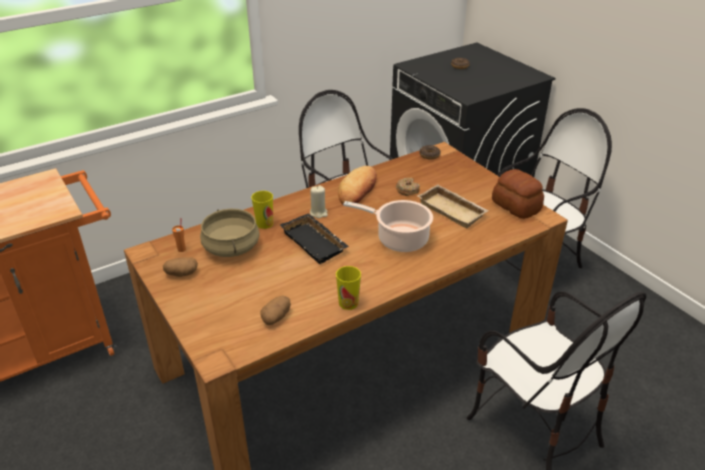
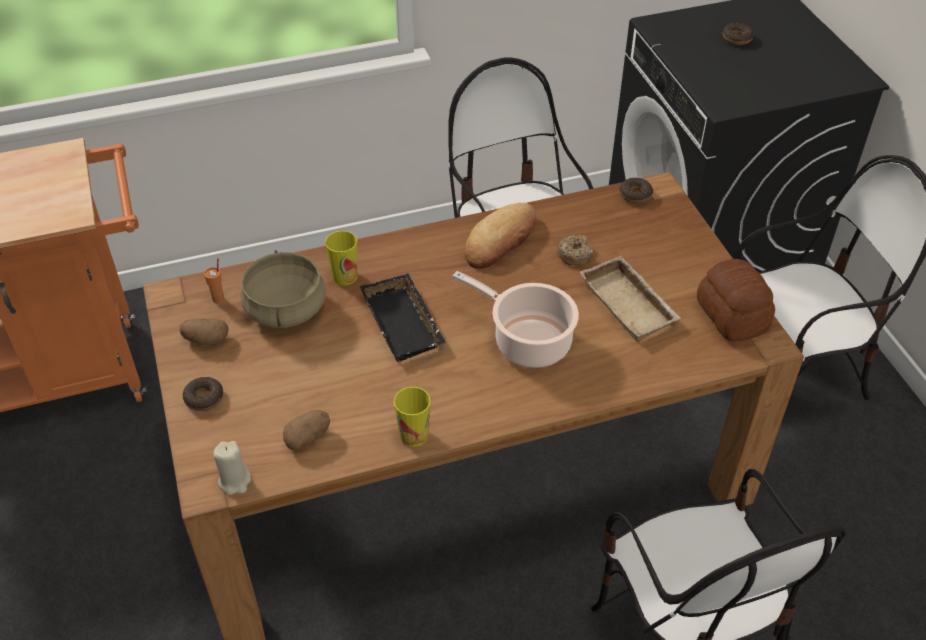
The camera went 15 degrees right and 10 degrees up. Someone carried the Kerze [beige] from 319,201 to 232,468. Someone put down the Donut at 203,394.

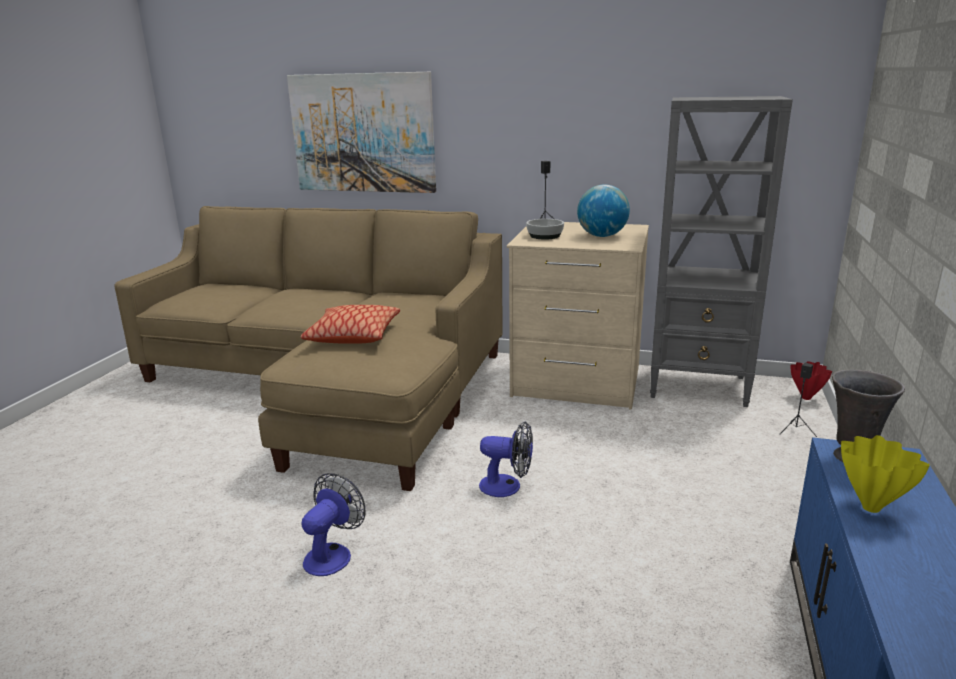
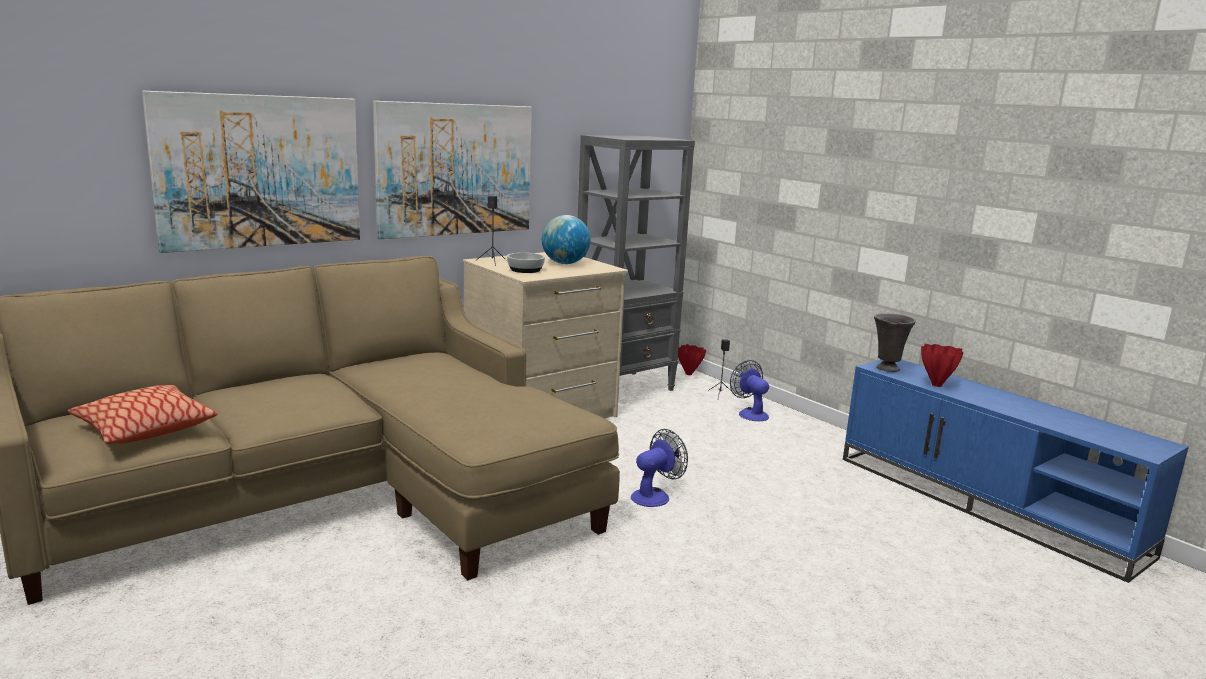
The camera went 55 degrees left and 5 degrees down. Someone carried the Kissen from 350,324 to 142,414. Someone carried the Ventilator from 333,524 to 749,390. Someone repainted the Vase [gelb] at 885,474, which became the Vase [rot] at 942,365. Someone put up the Bild at 452,170.

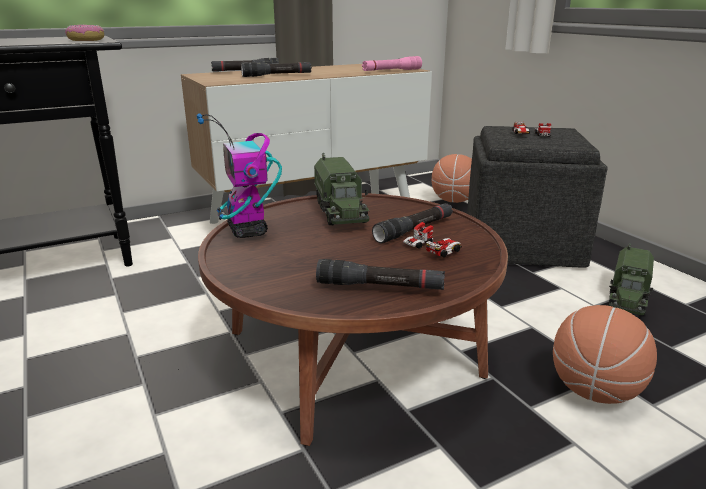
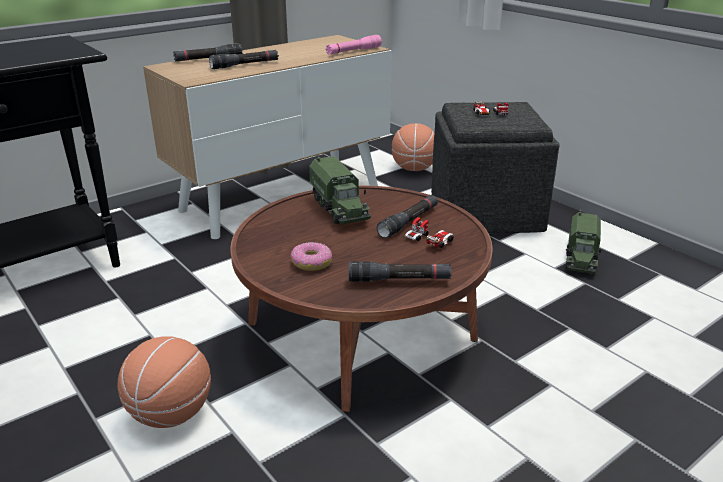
The camera went 10 degrees left and 5 degrees up. Someone carried the Donut from 84,32 to 311,256. Someone took away the Spielzeugroboter at 239,175. Someone carried the Basketball from 605,354 to 164,382.

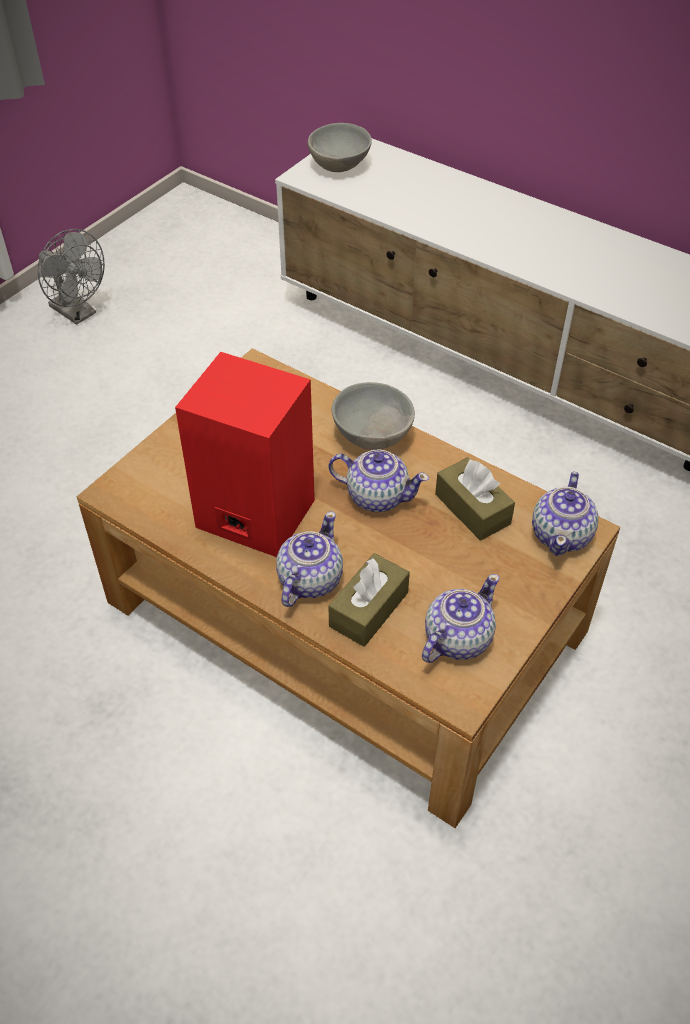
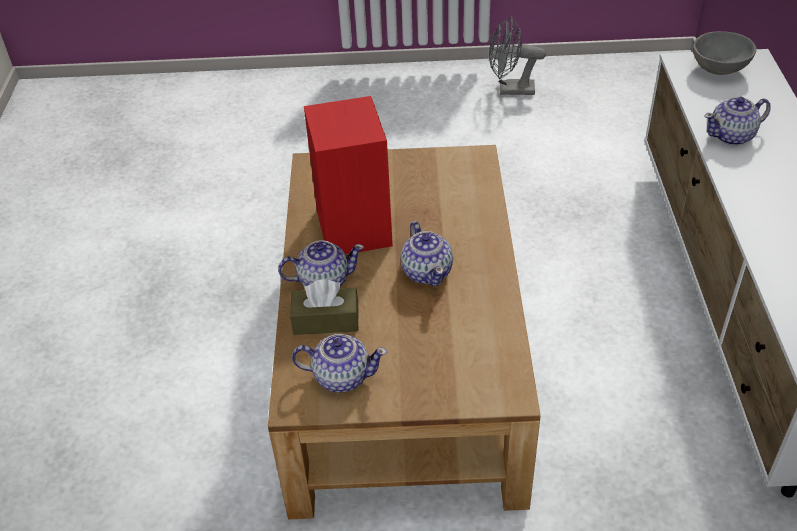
The camera went 55 degrees right and 5 degrees down. Someone rotated the Ventilator [grau] at 71,277 by 90 degrees clockwise. Someone took away the Schüssel [grau] at 373,416. Someone took away the Taschentuchbox [braun] at 475,499. Someone carried the Teekanne from 565,514 to 737,121.

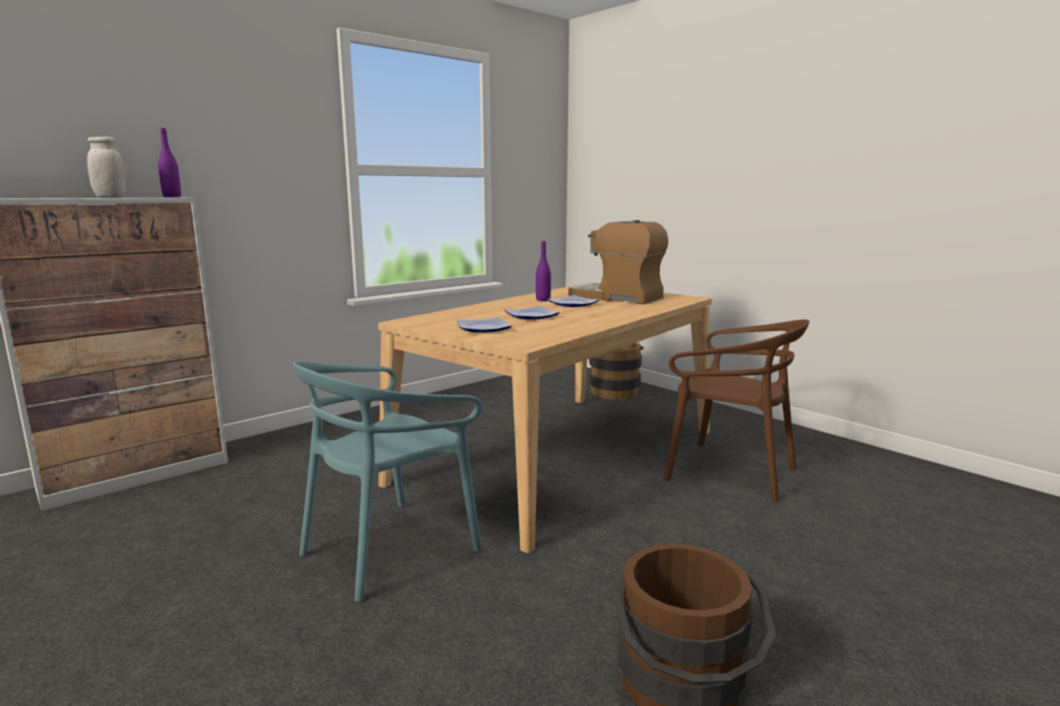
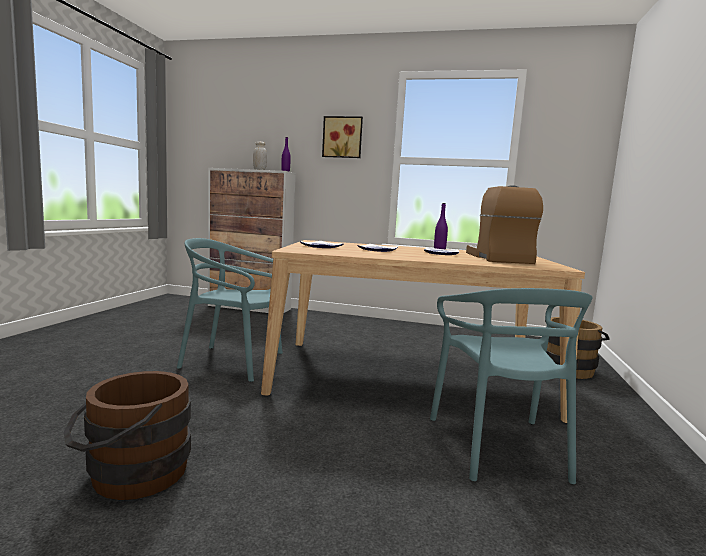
The camera went 55 degrees right and 5 degrees down. Someone repainted the Stuhl [braun] at 736,411, which became the Stuhl [türkis] at 511,386. Someone put up the Bild at 342,137.

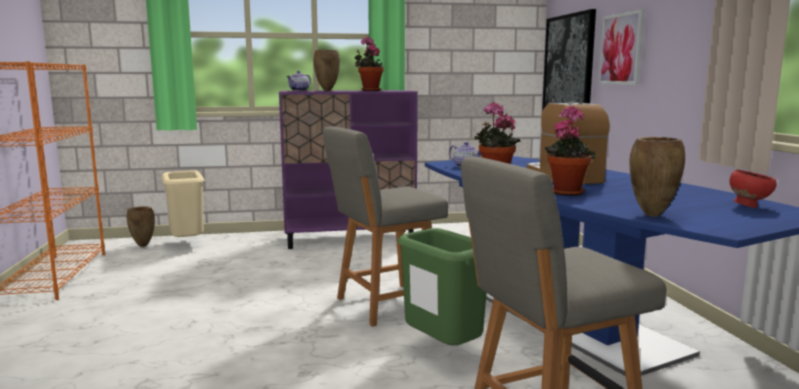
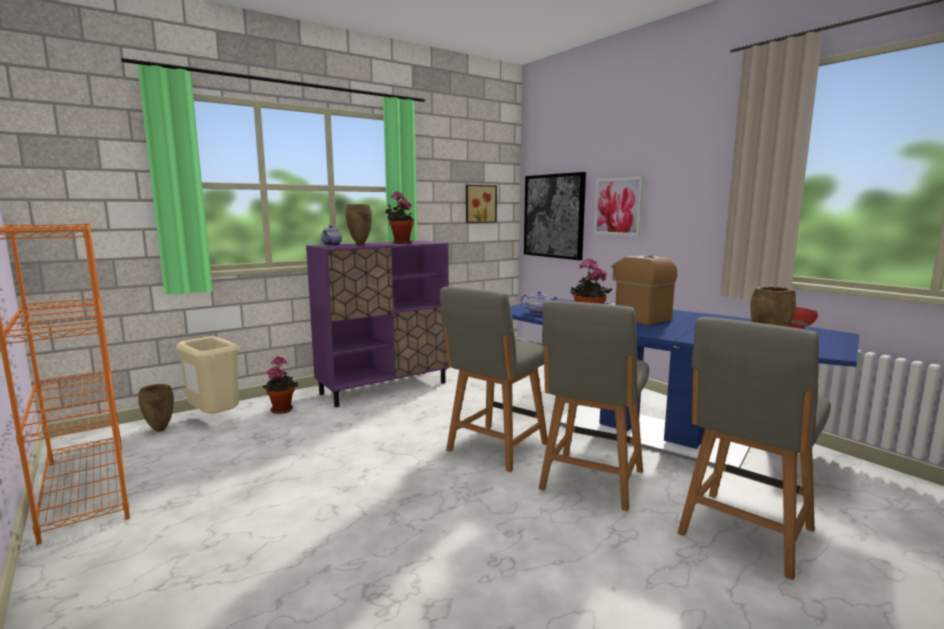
The camera went 25 degrees left and 0 degrees up. Someone swapped the Mülleimer [grün] at 442,286 for the Stuhl [grau] at 594,405. Someone carried the Topfpflanze from 570,151 to 280,385. Someone put up the Bild at 481,204.

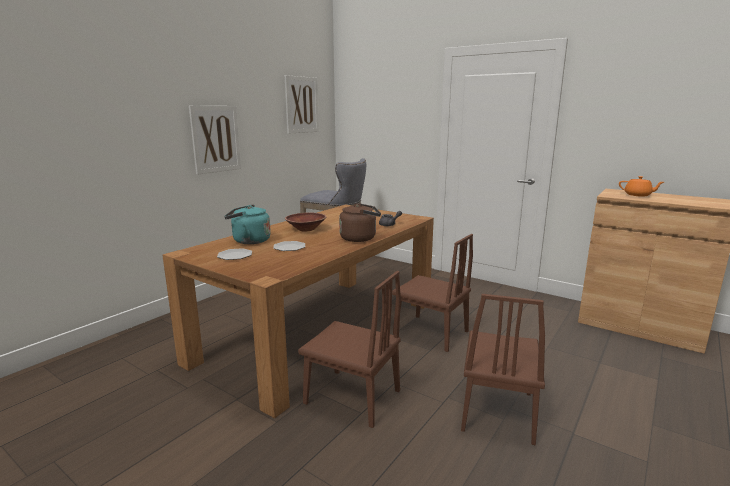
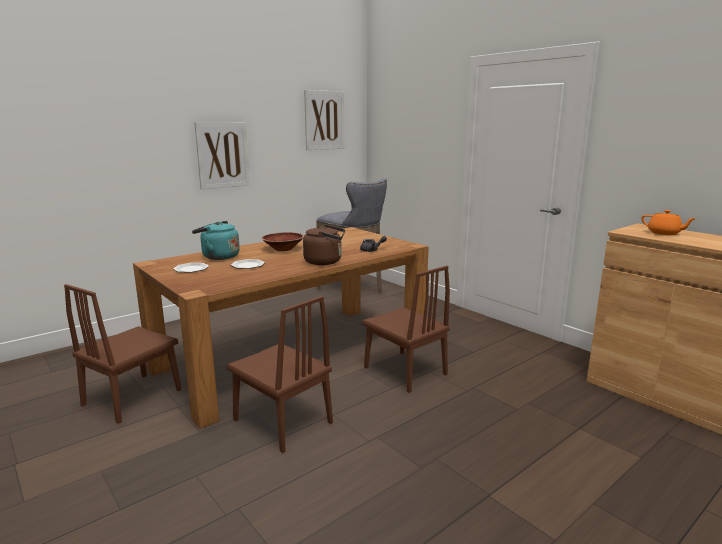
The camera went 15 degrees right and 0 degrees up. Someone carried the Stuhl [braun] from 503,369 to 123,354.

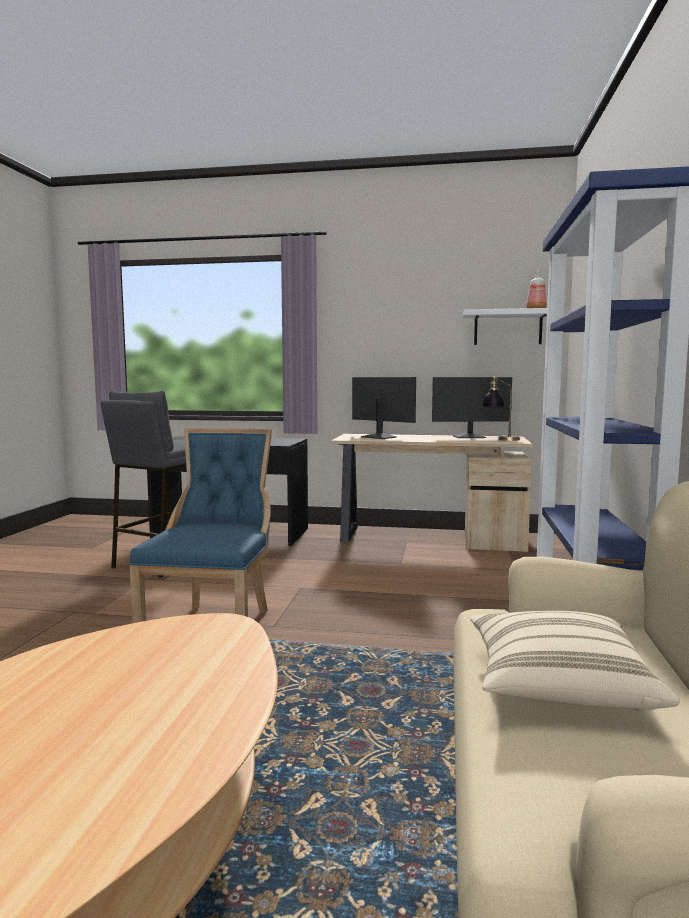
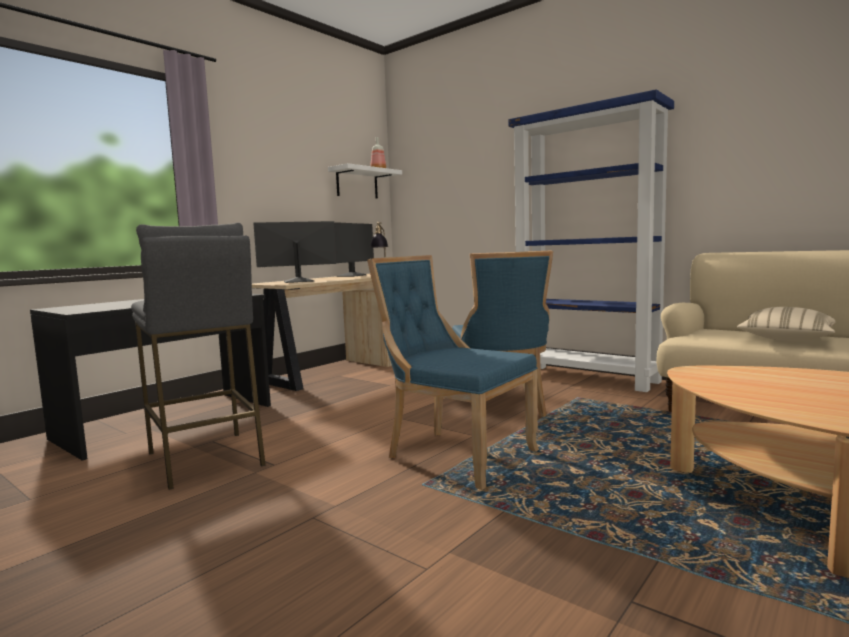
The camera went 60 degrees left and 0 degrees up. Someone put down the Stuhl [blau] at 502,334.

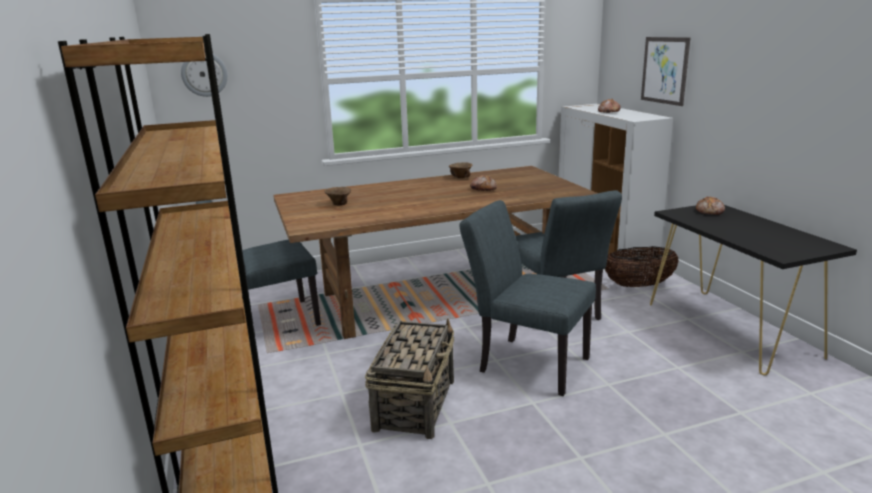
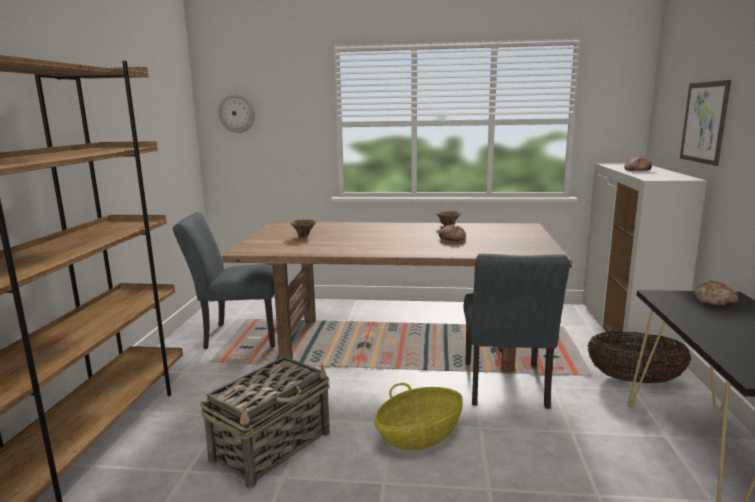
The camera went 25 degrees right and 5 degrees down. Someone swapped the Stuhl [grau] at 527,298 for the Korb at 419,417.

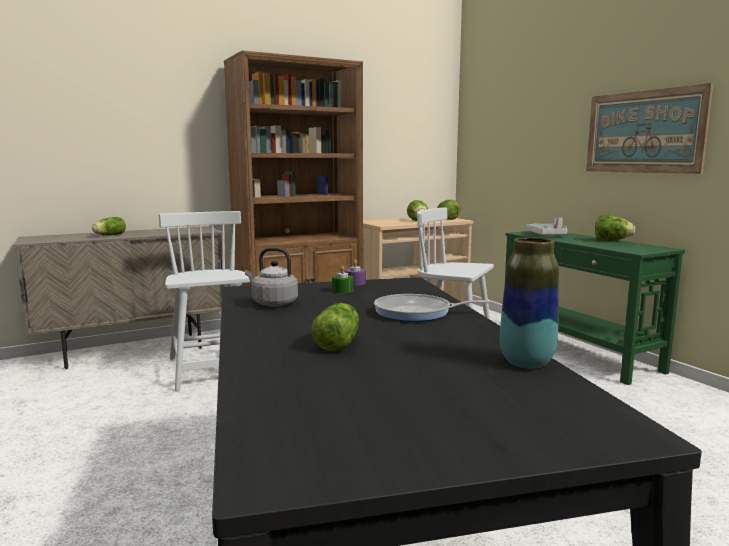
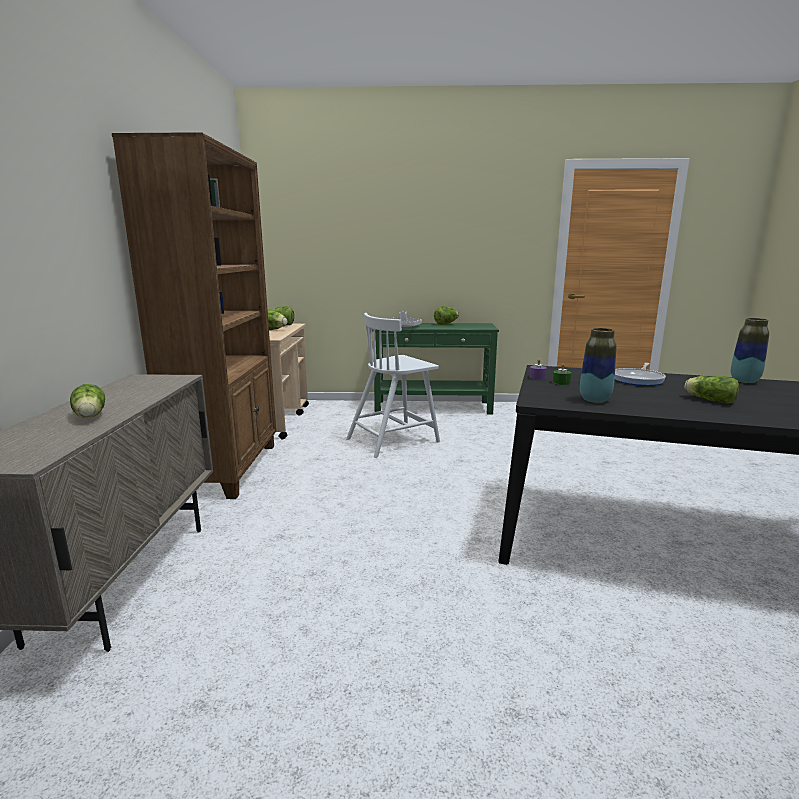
The camera went 60 degrees left and 5 degrees up. Someone took away the Stuhl [weiß] at 204,301. Someone swapped the Wasserkessel [grau] at 271,277 for the Vase at 598,365. Someone took away the Bild at 649,128.

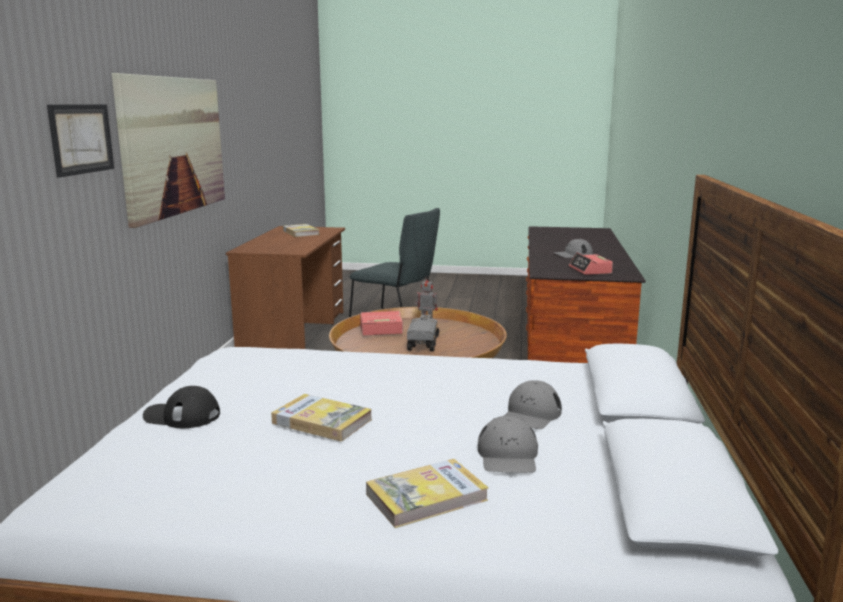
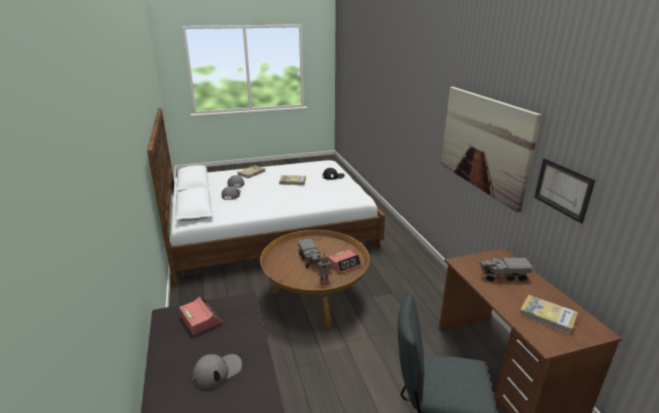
The camera went 155 degrees right and 10 degrees up. Someone carried the Bild from 80,141 to 564,191. Someone put down the Spielzeuglaster at 505,270.

